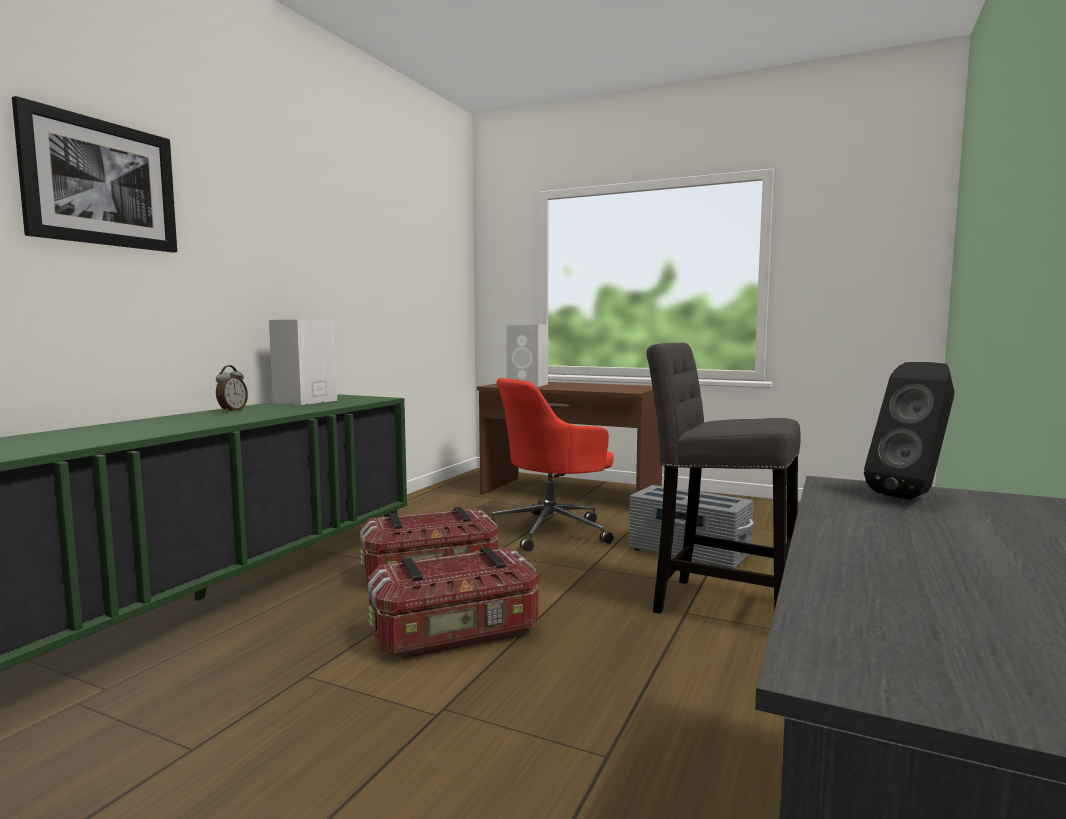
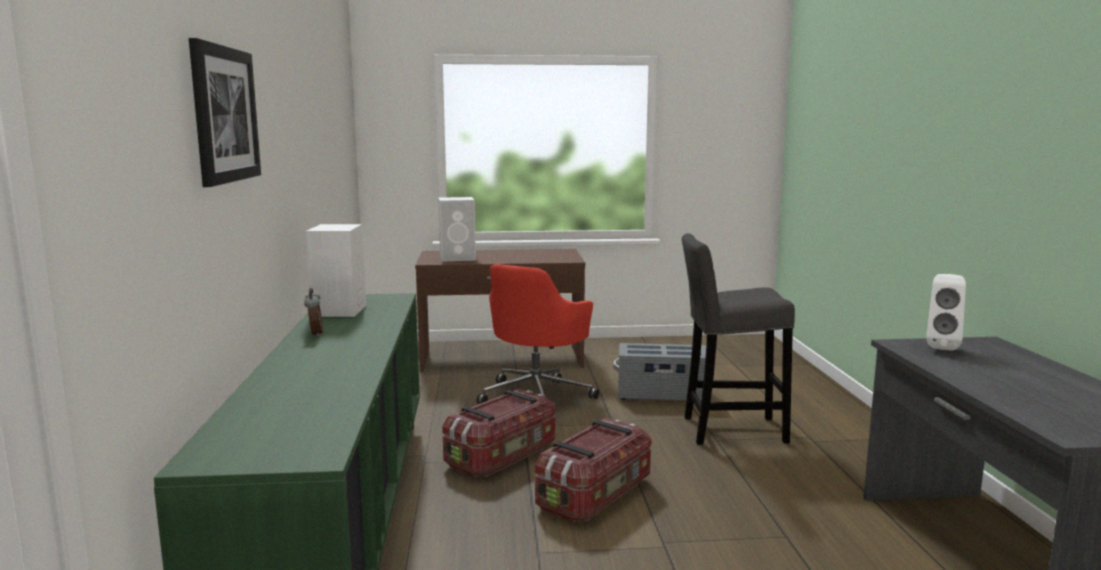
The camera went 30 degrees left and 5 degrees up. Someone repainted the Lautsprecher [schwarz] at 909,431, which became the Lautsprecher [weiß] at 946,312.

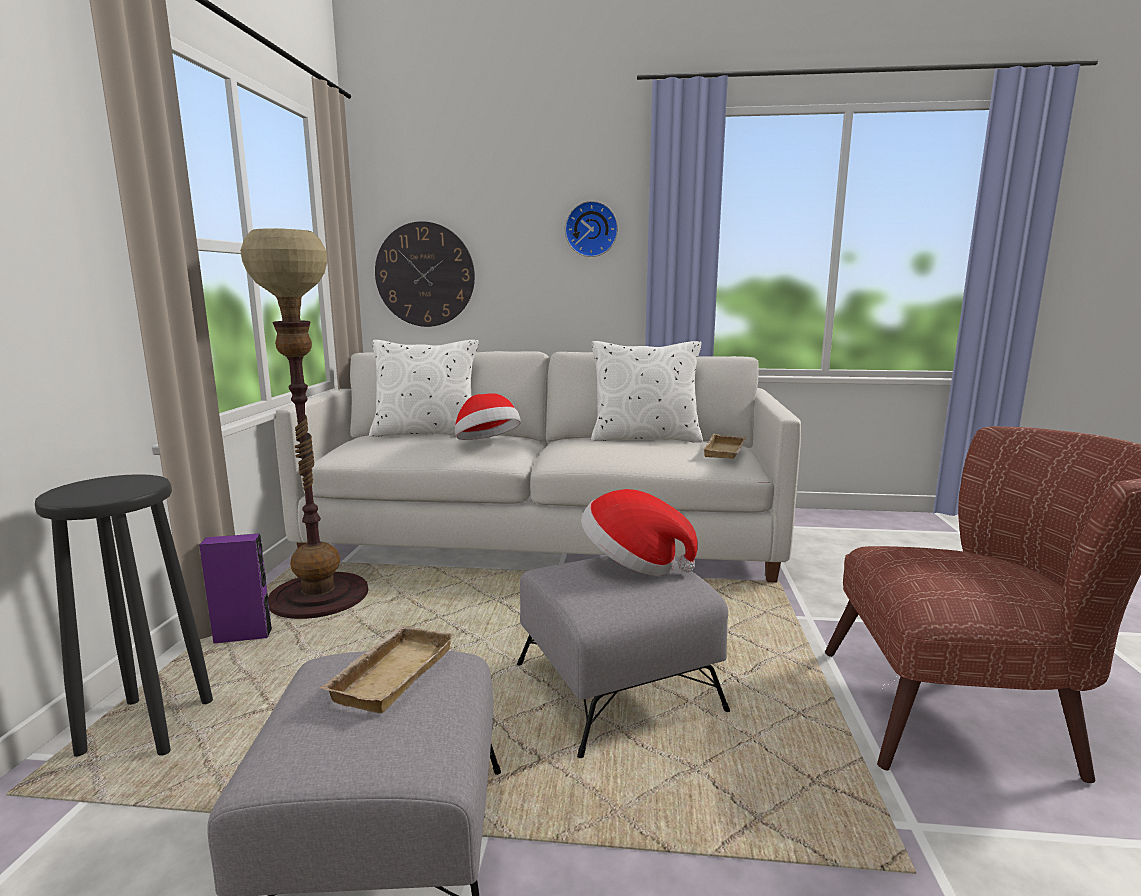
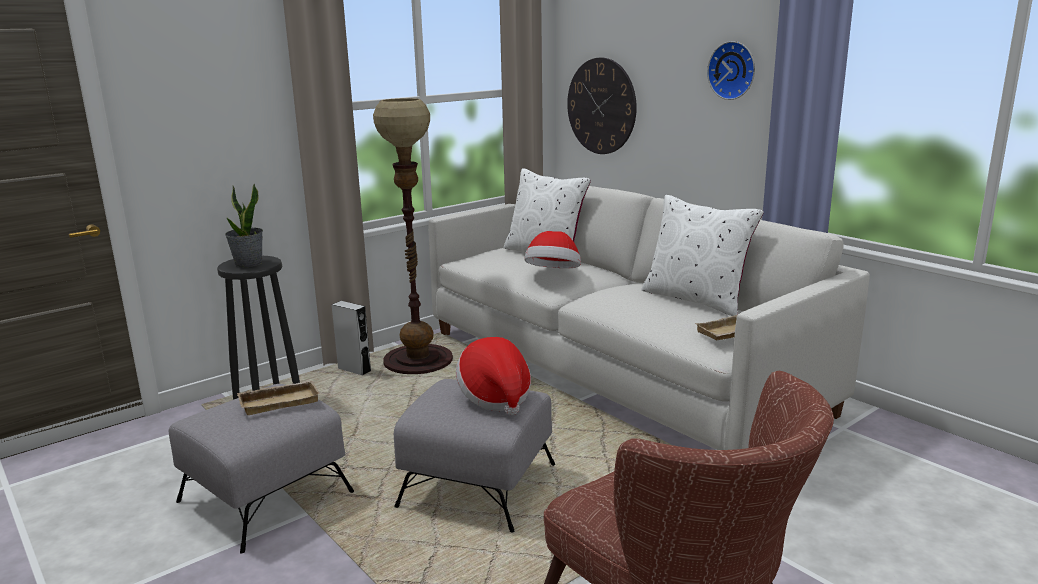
The camera went 45 degrees right and 5 degrees up. Someone repainted the Lautsprecher [lila] at 235,589, which became the Lautsprecher [grau] at 351,338. Someone put down the Topfpflanze at 244,225.

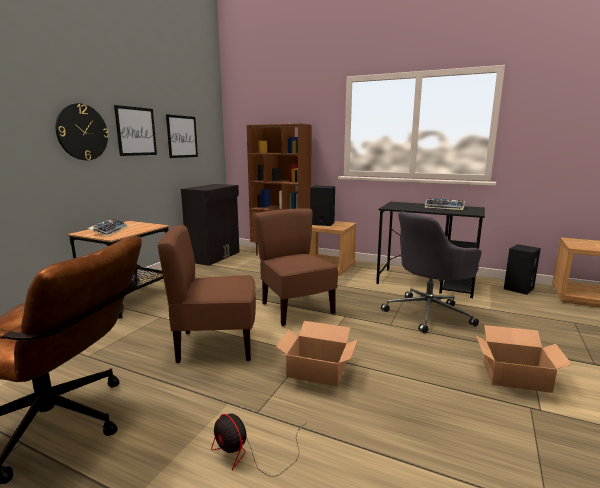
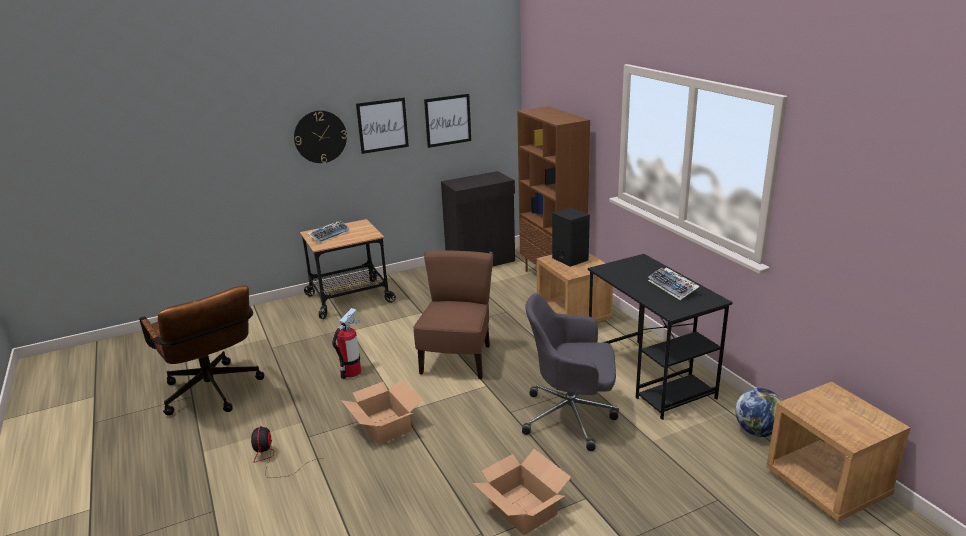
The camera went 40 degrees right and 10 degrees up. Someone swapped the Stuhl [braun] at 206,294 for the Feuerlöscher at 346,343. Someone swapped the Lautsprecher [schwarz] at 522,269 for the Globus at 759,412.

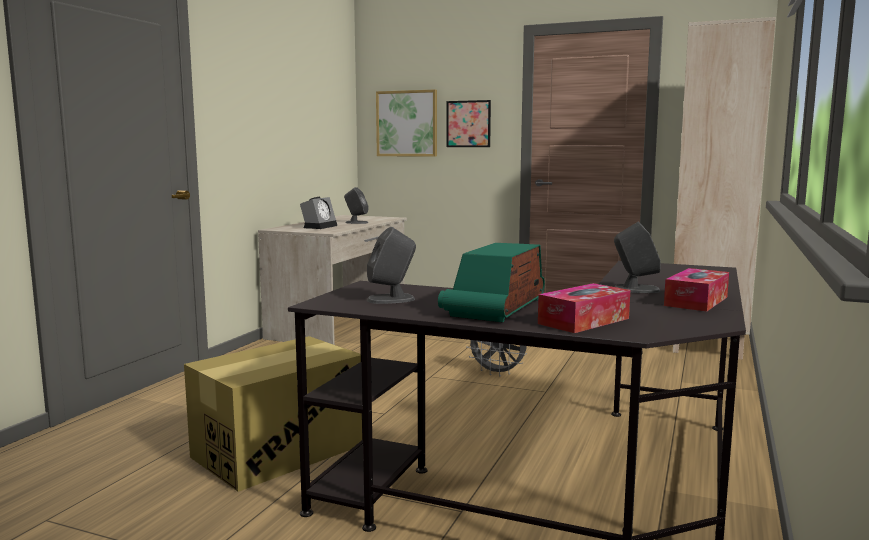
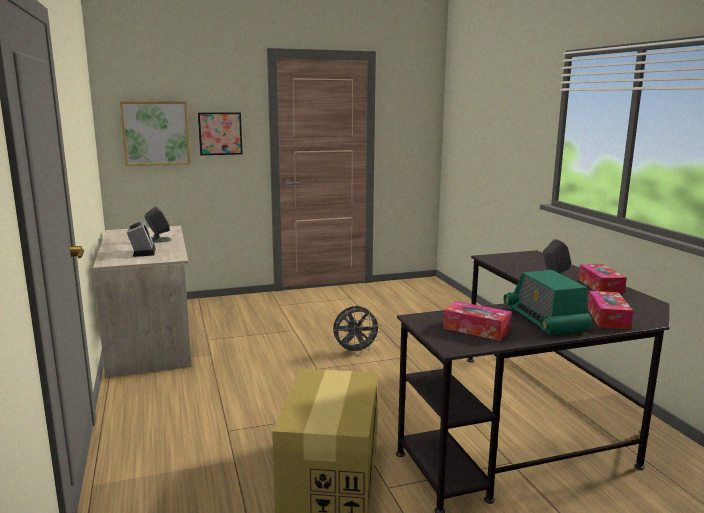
The camera went 40 degrees left and 5 degrees up. Someone swapped the Lautsprecher [grau] at 391,265 for the Taschentuchbox at 477,321. Someone took away the Bücherregal [beige] at 724,188.

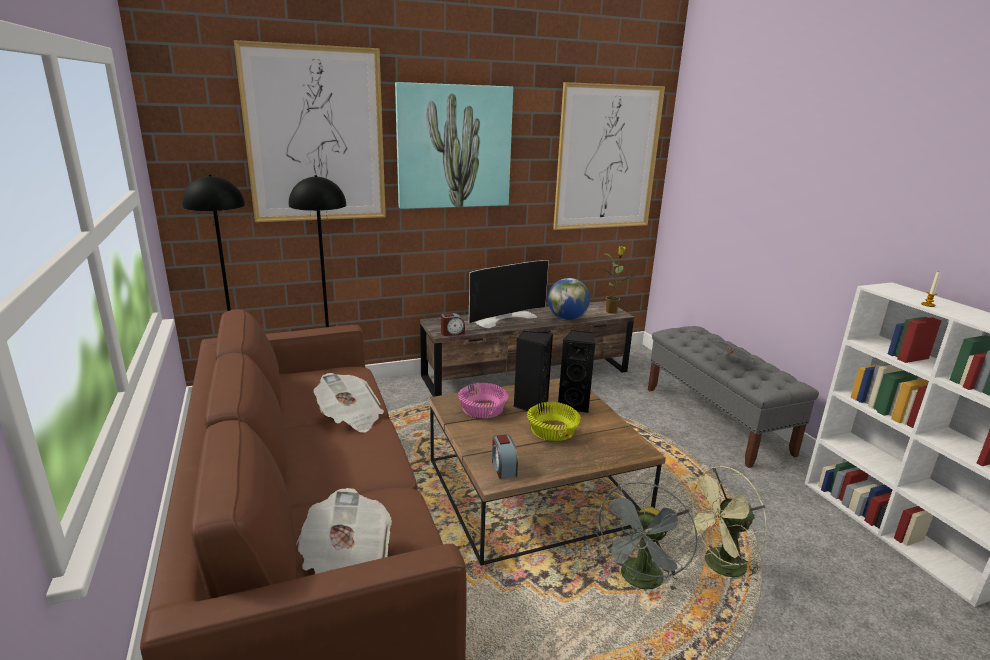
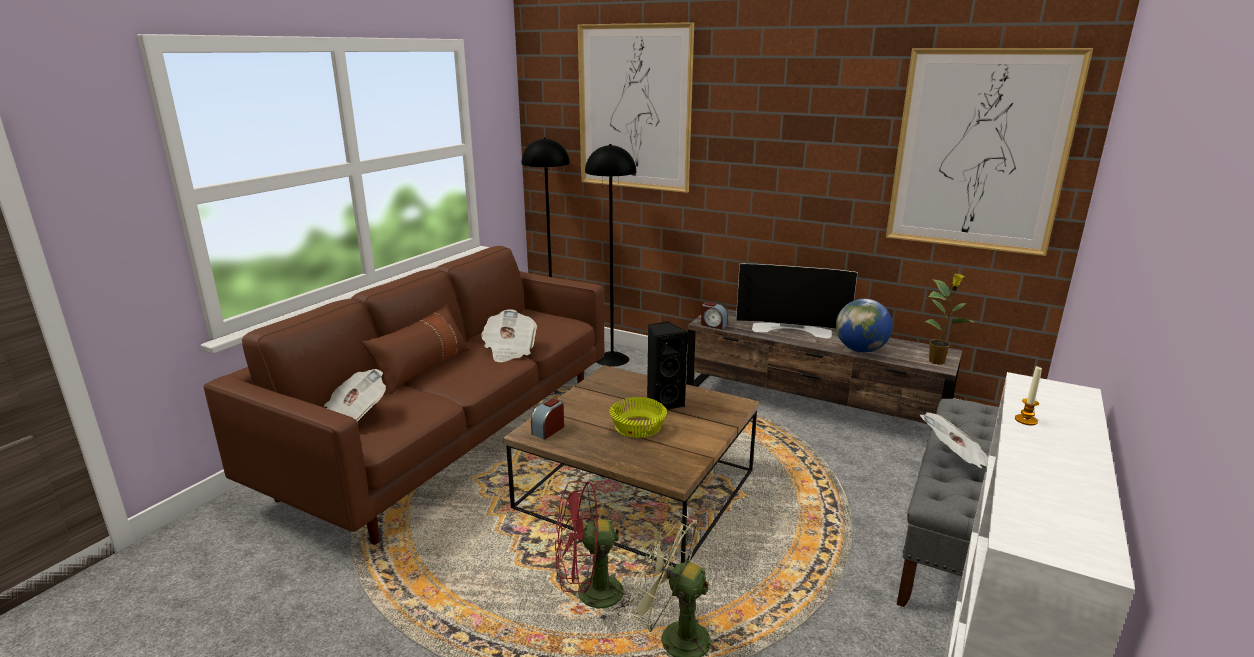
The camera went 50 degrees right and 0 degrees up. Someone took away the Bild at 454,145. Someone took away the Schüssel [rosa] at 483,400. Someone took away the Lautsprecher [schwarz] at 577,371. Someone repainted the Ventilator [grau] at 646,537, which became the Ventilator [rot] at 594,551. Someone put down the Kissen [braun] at 416,349.

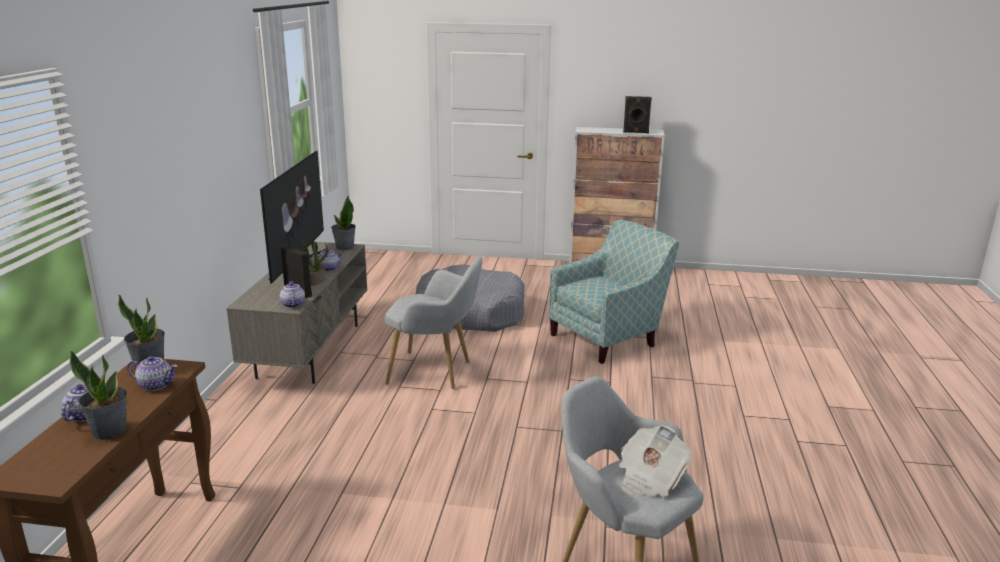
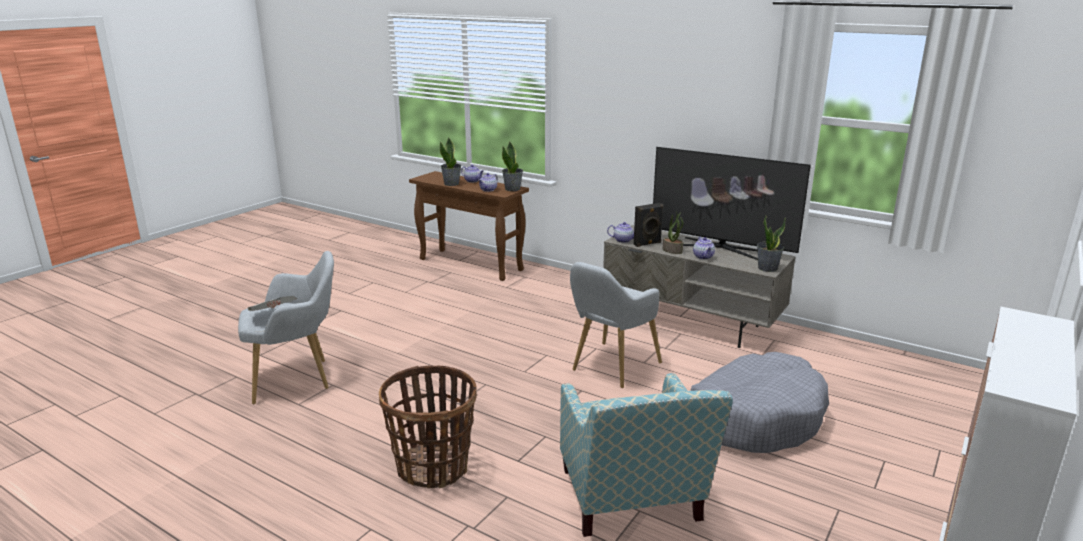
The camera went 115 degrees right and 0 degrees up. Someone took away the Lautsprecher [schwarz] at 637,114. Someone put down the Korb at 428,427.

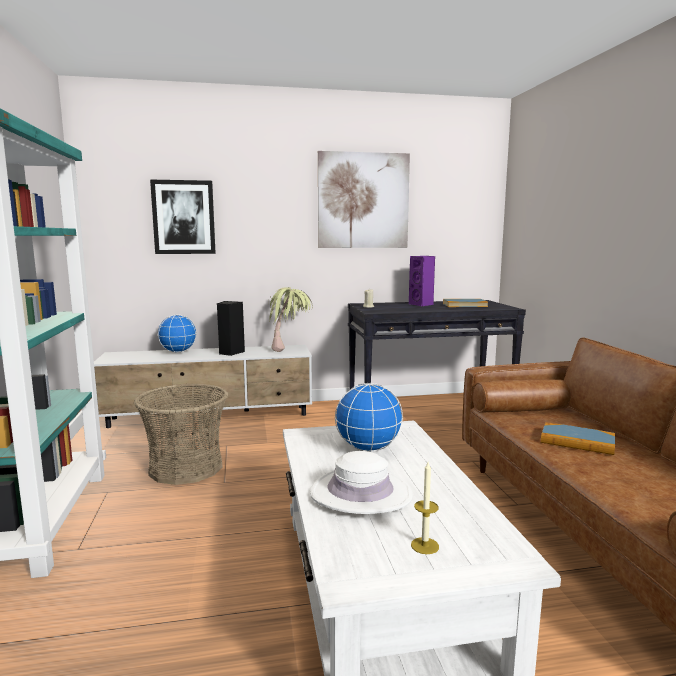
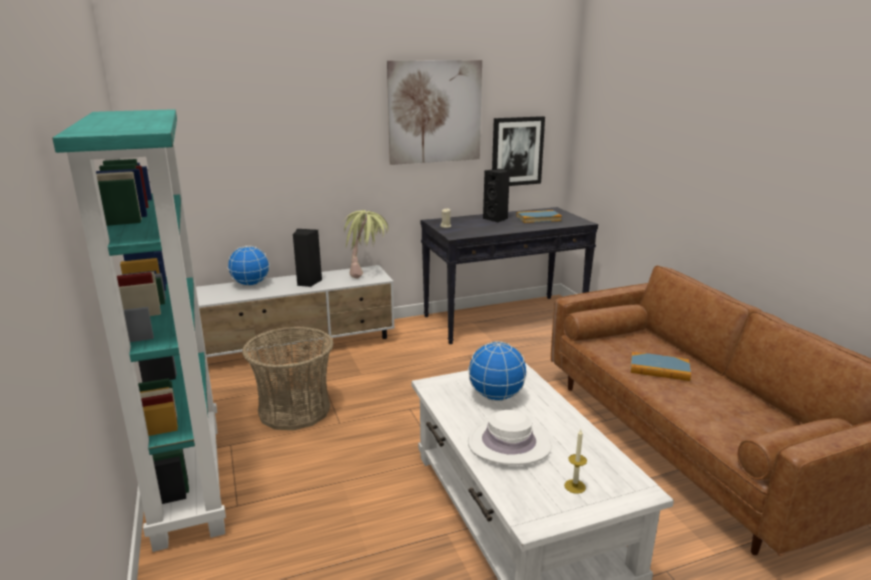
The camera went 10 degrees left and 10 degrees up. Someone carried the Bild from 183,217 to 518,151. Someone repainted the Lautsprecher [lila] at 422,281, which became the Lautsprecher [schwarz] at 496,196.

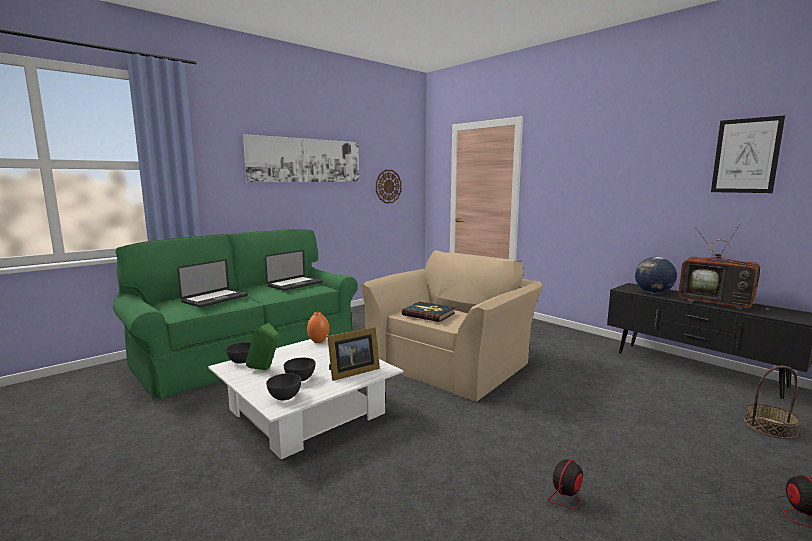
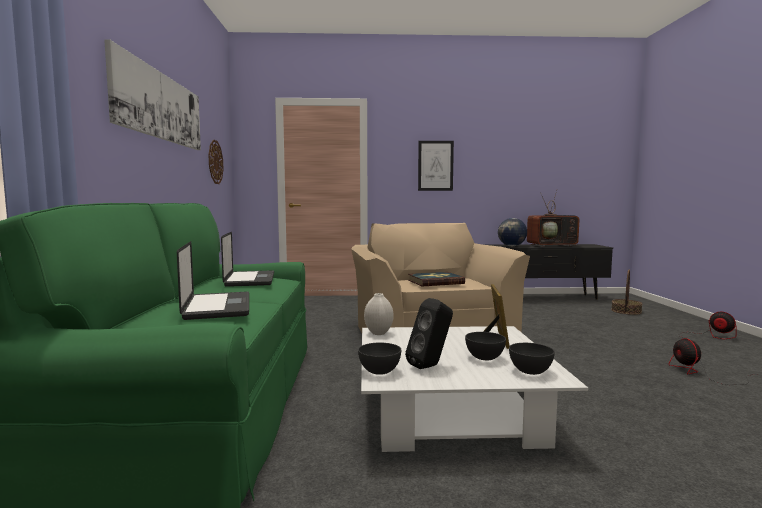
The camera went 50 degrees left and 5 degrees down. Someone repainted the Lautsprecher [grün] at 262,346, which became the Lautsprecher [schwarz] at 429,333. Someone repainted the Vase [orange] at 318,327, which became the Vase [weiß] at 379,314. Someone carried the Bild from 748,154 to 436,166.

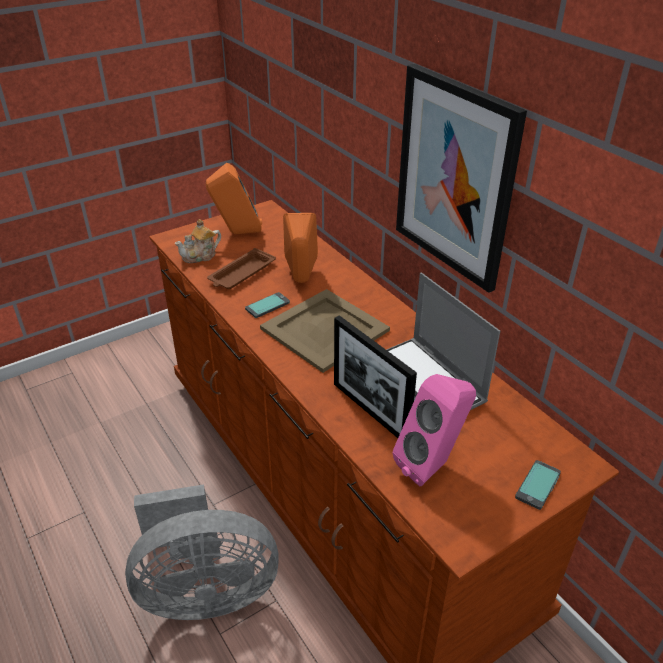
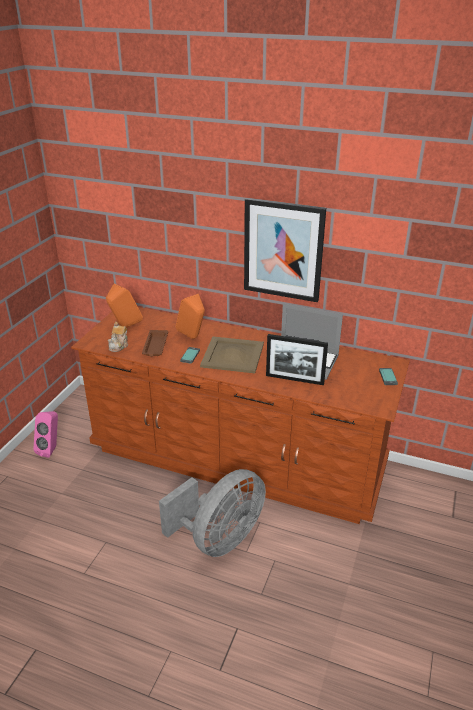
The camera went 35 degrees left and 5 degrees down. Someone carried the Lautsprecher [rosa] from 434,430 to 45,434.

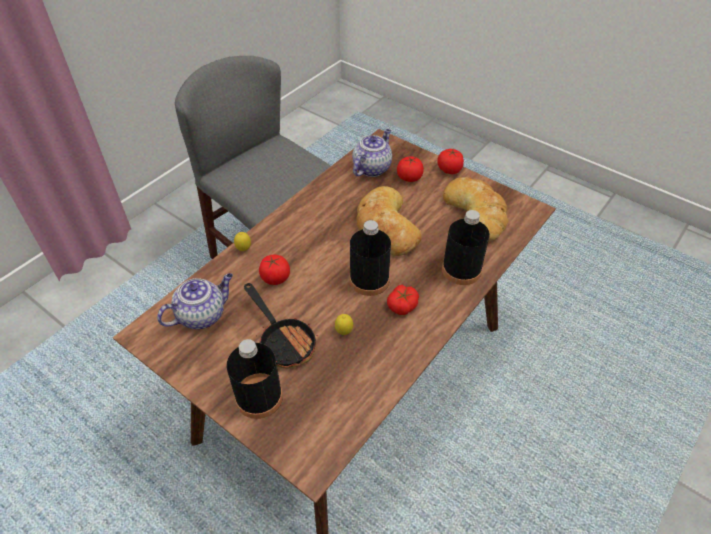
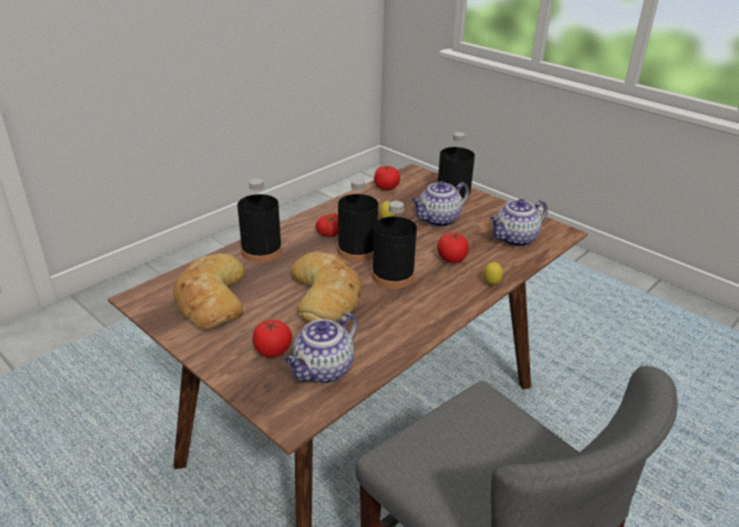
The camera went 175 degrees left and 15 degrees down. Someone swapped the Pfanne at 281,326 for the Teekanne at 440,204. Someone carried the Tomate from 450,161 to 387,178. Someone put down the Flasche [schwarz] at 394,245.

